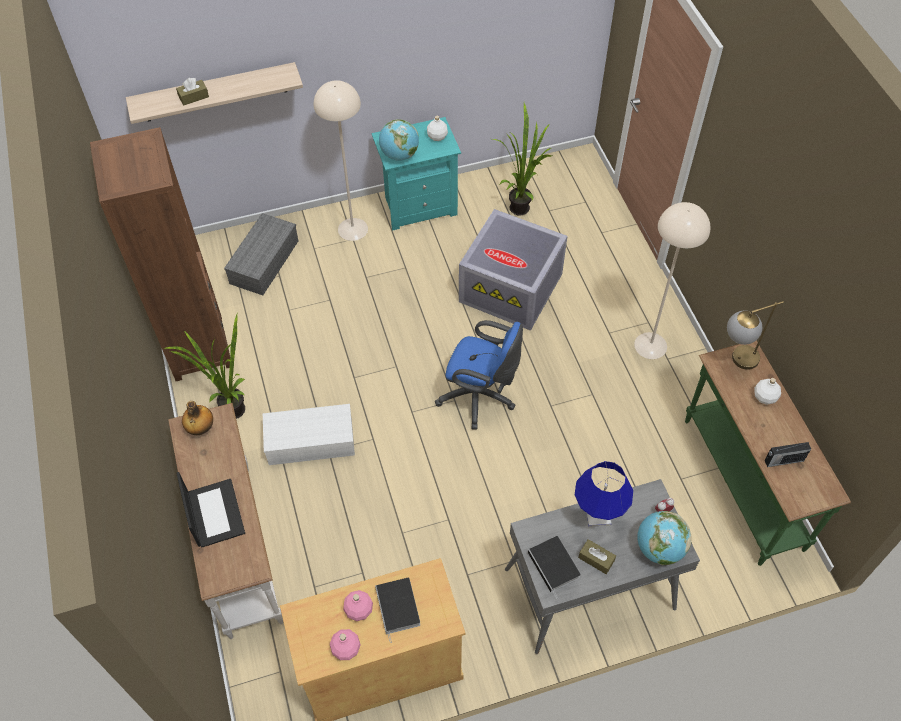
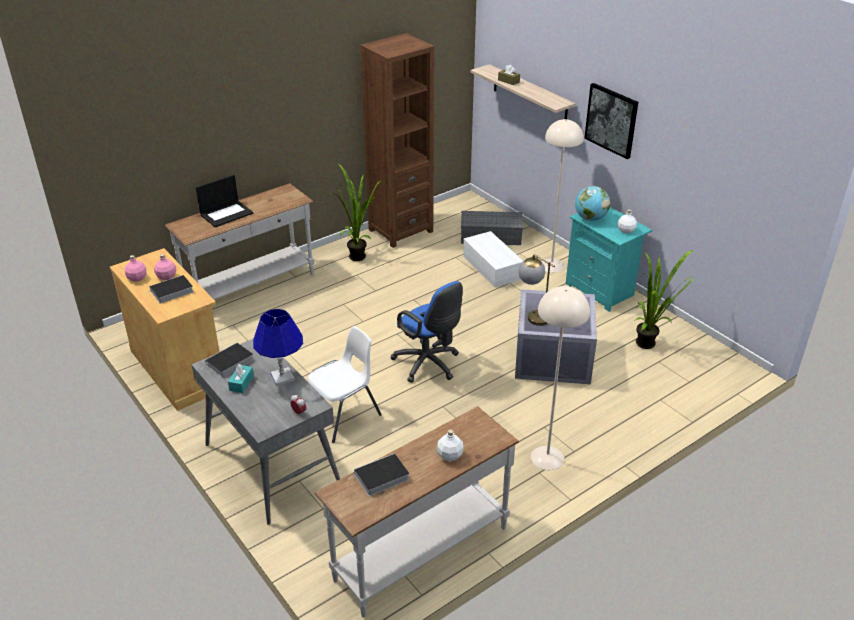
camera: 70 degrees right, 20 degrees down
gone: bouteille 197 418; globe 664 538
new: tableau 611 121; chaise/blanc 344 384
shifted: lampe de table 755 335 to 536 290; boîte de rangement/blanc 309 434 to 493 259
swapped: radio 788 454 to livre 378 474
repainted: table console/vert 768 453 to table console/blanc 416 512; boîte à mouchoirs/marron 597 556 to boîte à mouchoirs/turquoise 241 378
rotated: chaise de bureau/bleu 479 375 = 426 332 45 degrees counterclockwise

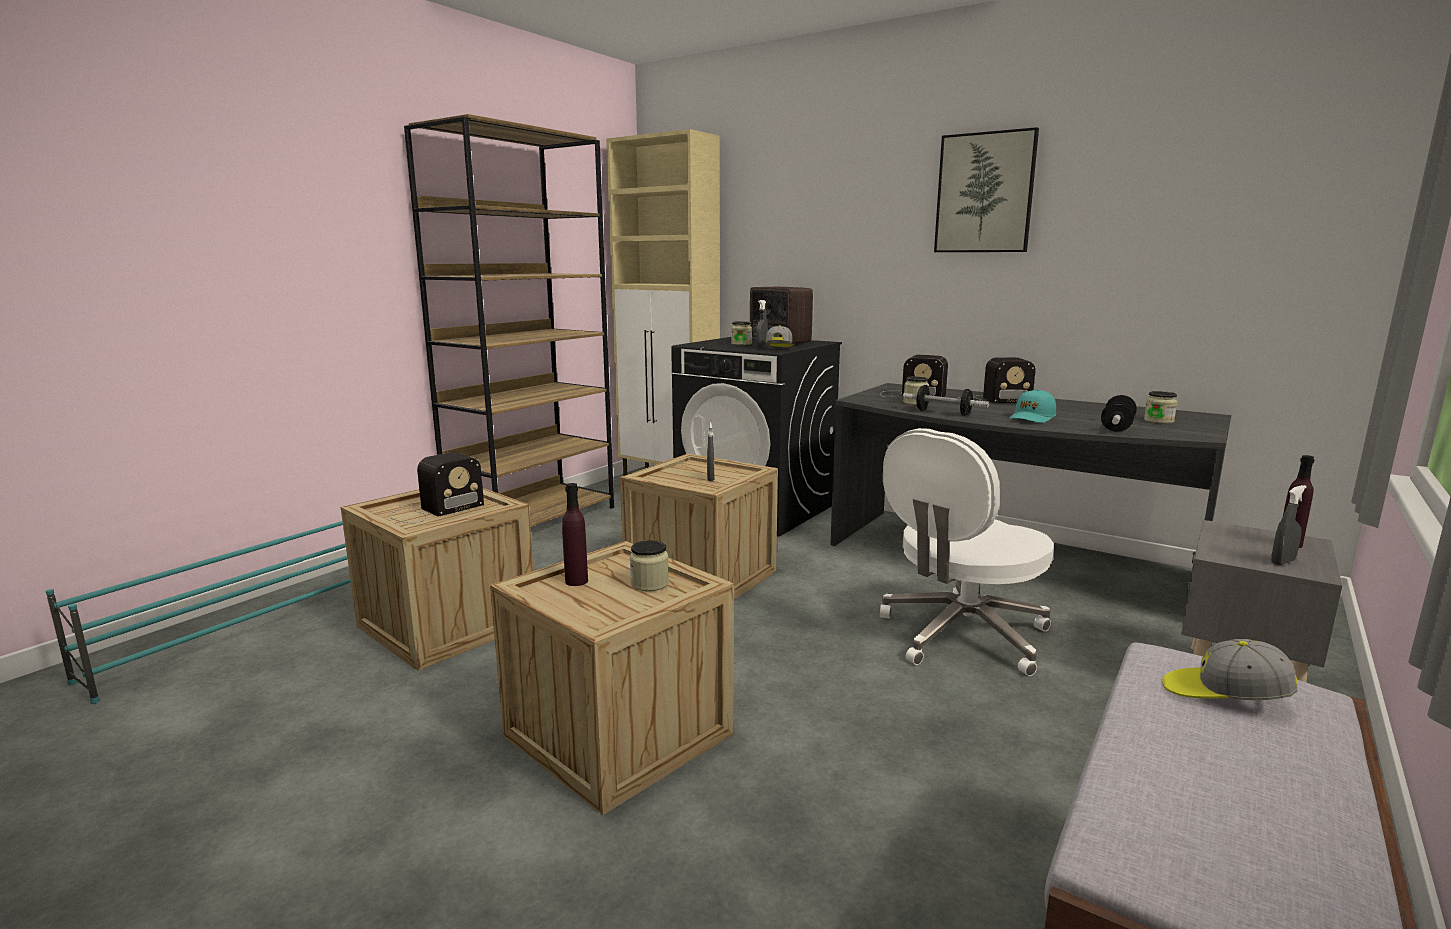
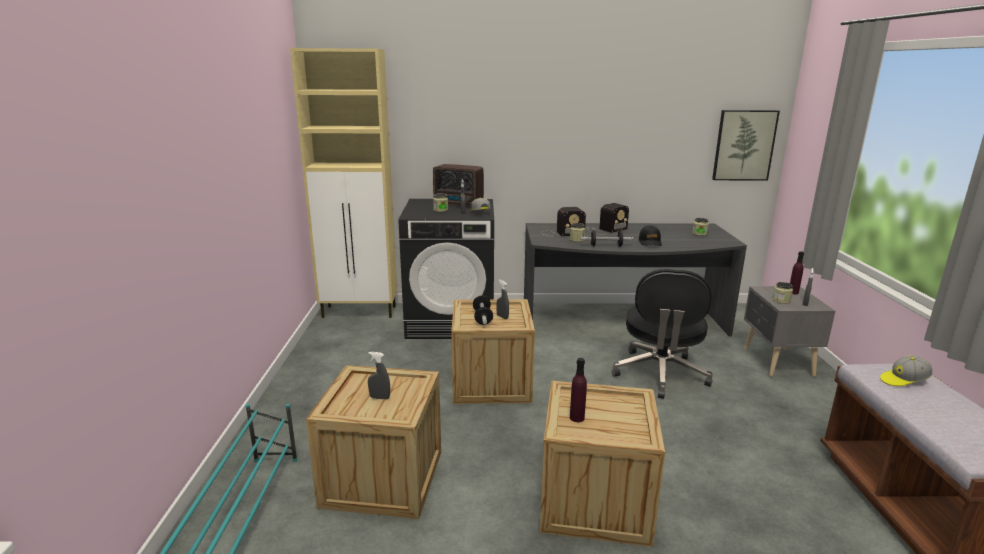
camera: 35 degrees left, 5 degrees up
gone: bibliothèque/marron 509 320
shifted: tableau 986 189 to 746 145; haltère 1119 413 to 483 310; bocal 649 565 to 783 293
swapped: radio 436 487 to vaporisateur/gris 379 376
repainted: casquette/turquoise 1032 406 to casquette/noir 650 236; chaise de bureau/blanc 967 552 to chaise de bureau/noir 662 334

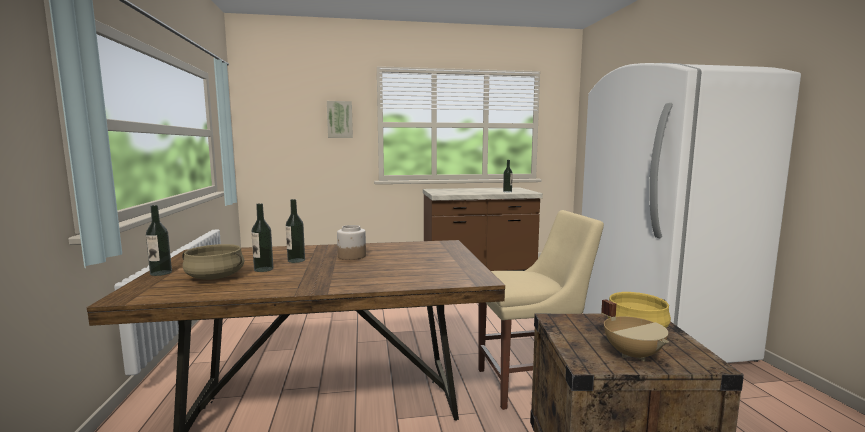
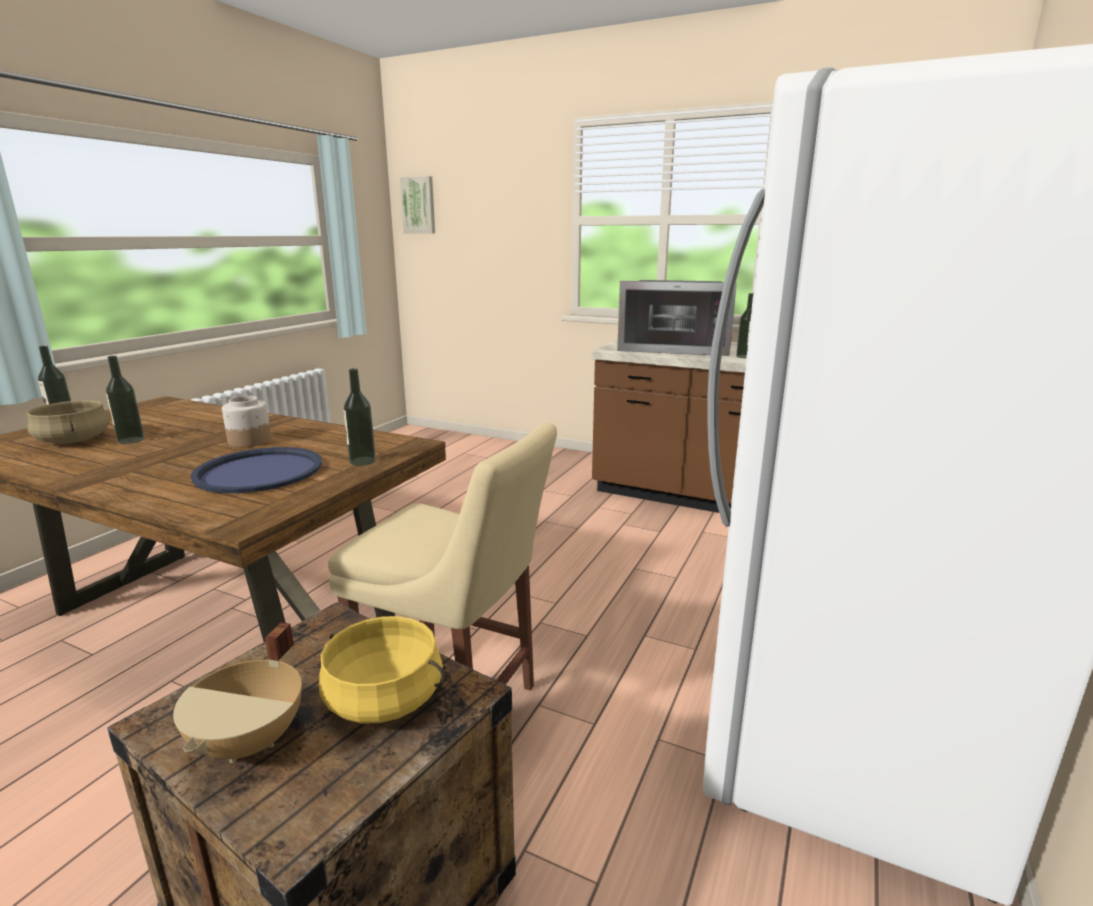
camera: 35 degrees right, 10 degrees up
new: micro-ondes 677 318; plateau/bleu 256 470
shifted: tableau 340 119 to 417 204; bouteille 295 231 to 359 417

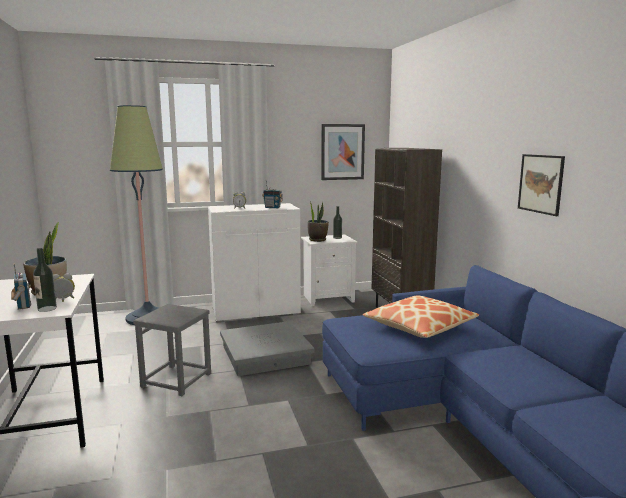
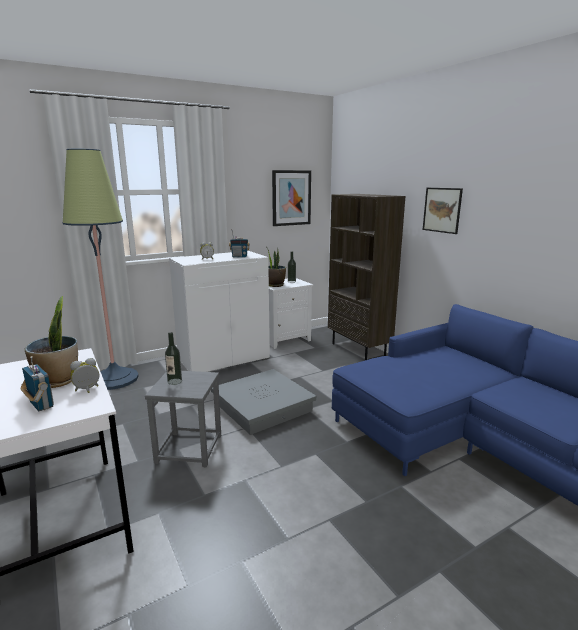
camera: 15 degrees left, 5 degrees up
gone: coussin 421 317
shifted: tableau 541 185 to 443 211; bouteille 45 280 to 173 358

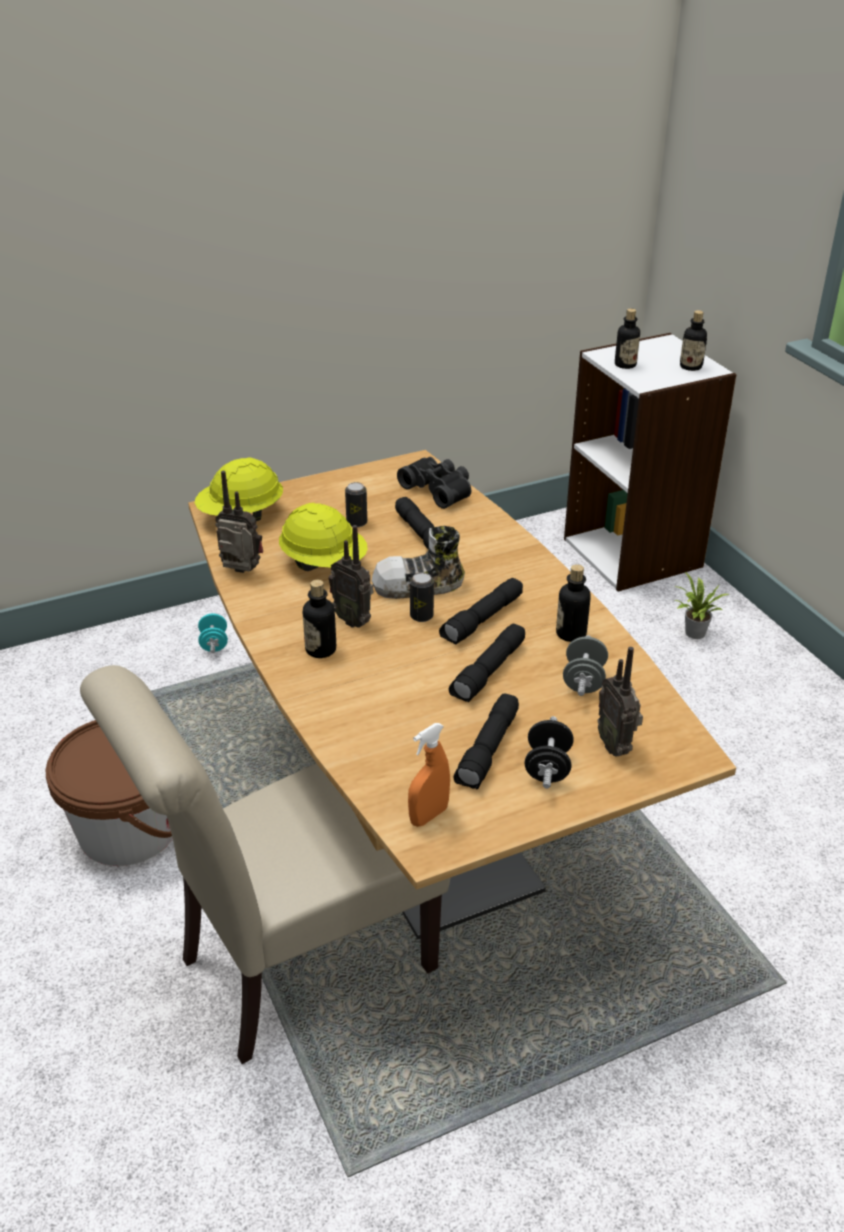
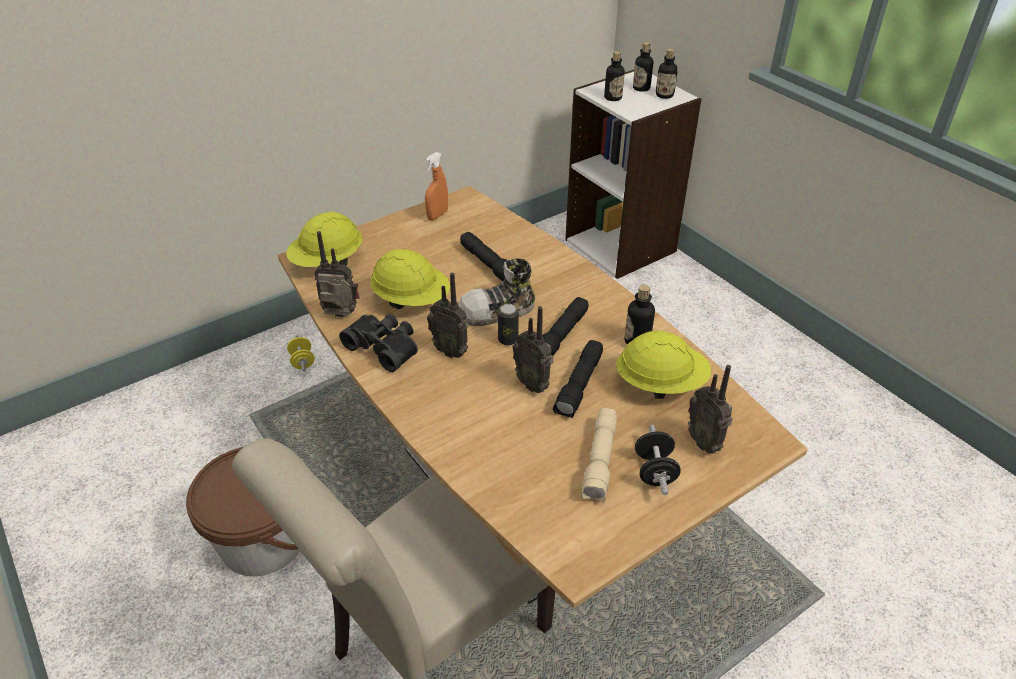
camera: 10 degrees left, 5 degrees up
gone: boîte métallique 356 504; plante en pot 701 605
new: radio 533 349
shifted: jumelles/noir 434 483 to 378 343; bouteille 319 619 to 643 67; vaporisateur/orange 429 775 to 436 186
swapped: haltère/gris 585 665 to casque de chantier/jaune 663 365
repainted: haltère/turquoise 213 633 to haltère/jaune 300 353; lampe de poche/noir 486 741 to lampe de poche/beige 599 455

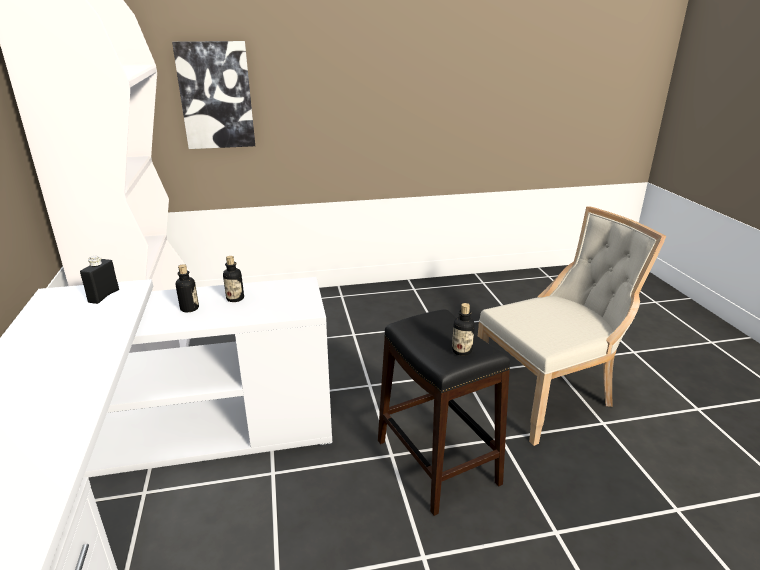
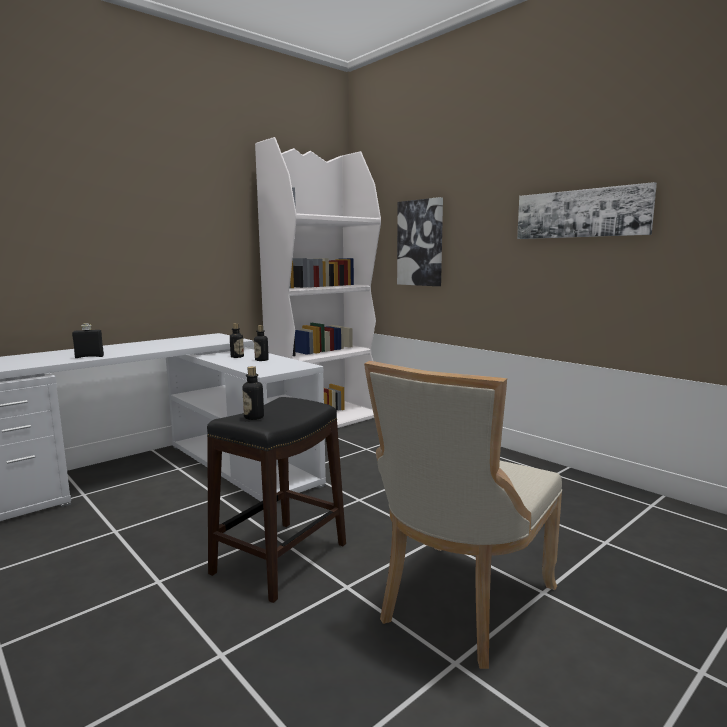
camera: 60 degrees right, 15 degrees down
new: tableau 587 210
shifted: bouteille/noir 99 280 to 88 340
rotated: chaise/beige 572 326 = 463 515 90 degrees clockwise

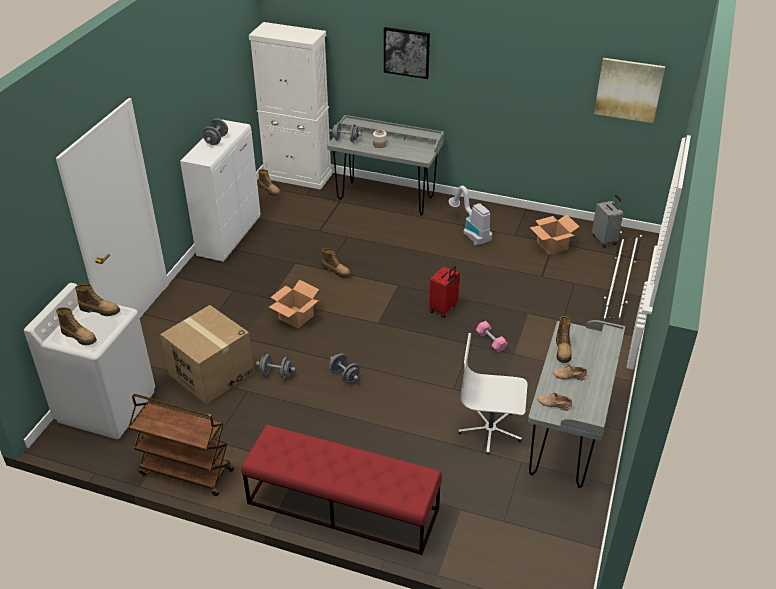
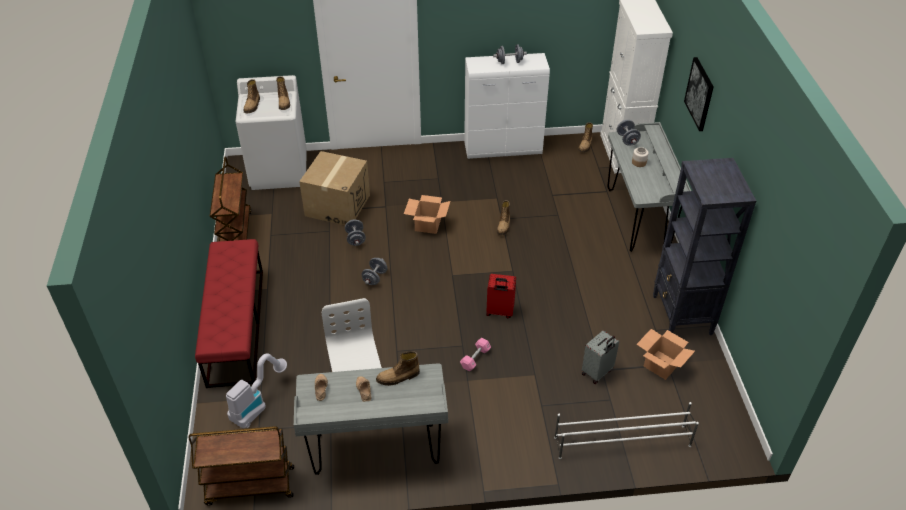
camera: 65 degrees right, 5 degrees up
gone: tableau 629 90
new: bibliothèque/noir 704 246; chariot/marron 241 466
shifted: aspirateur 470 215 to 256 390; valise/gris 607 221 to 600 357

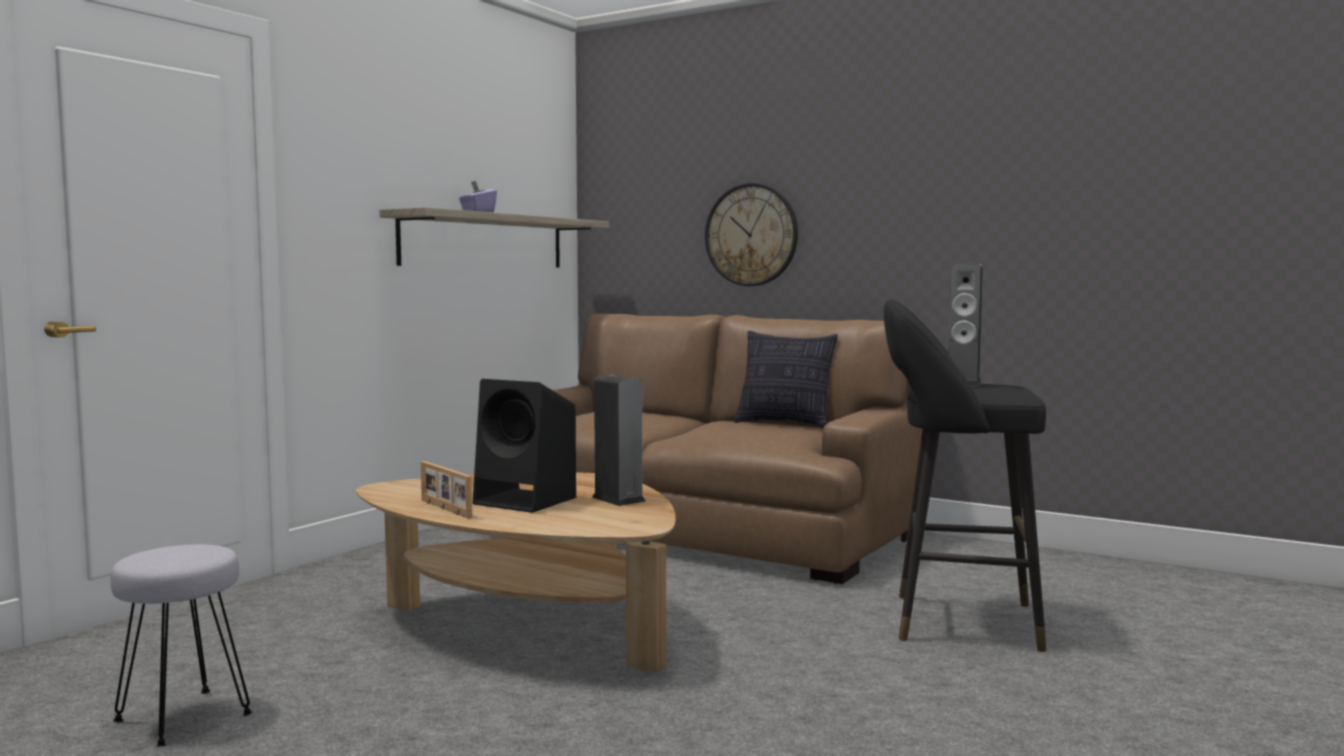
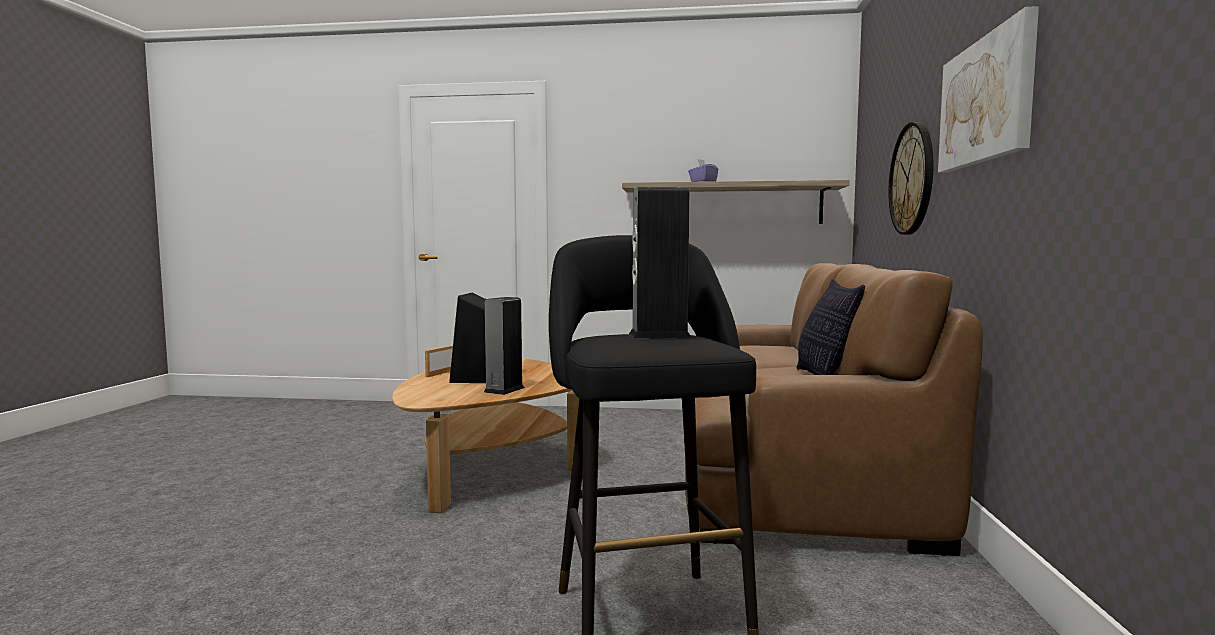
camera: 65 degrees right, 0 degrees up
gone: tabouret/gris 181 645
new: tableau 988 89

